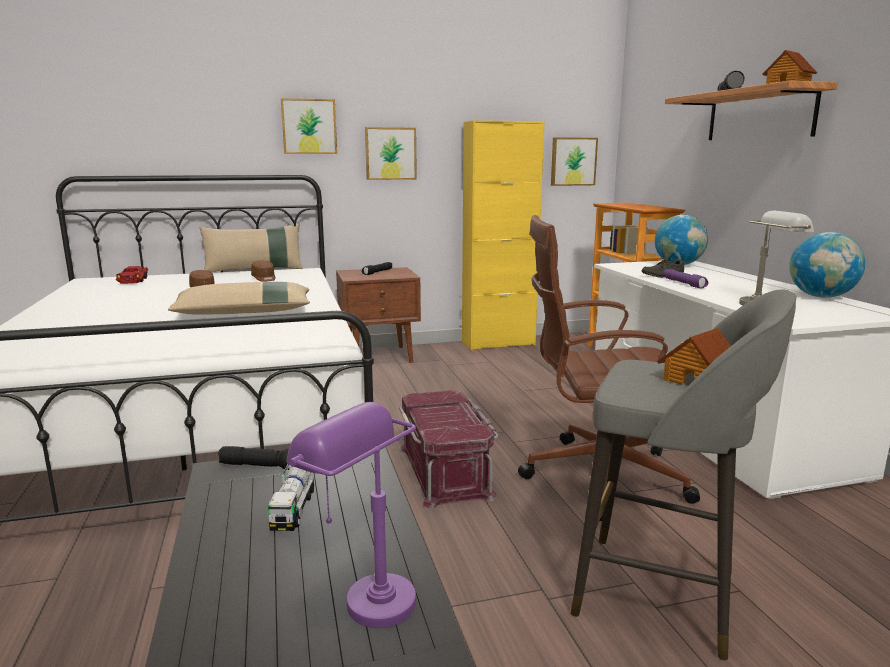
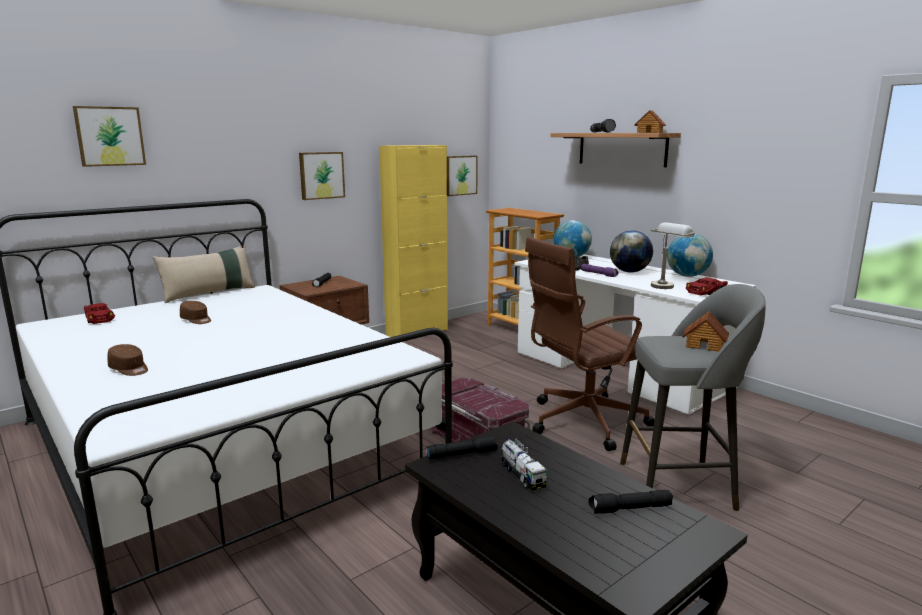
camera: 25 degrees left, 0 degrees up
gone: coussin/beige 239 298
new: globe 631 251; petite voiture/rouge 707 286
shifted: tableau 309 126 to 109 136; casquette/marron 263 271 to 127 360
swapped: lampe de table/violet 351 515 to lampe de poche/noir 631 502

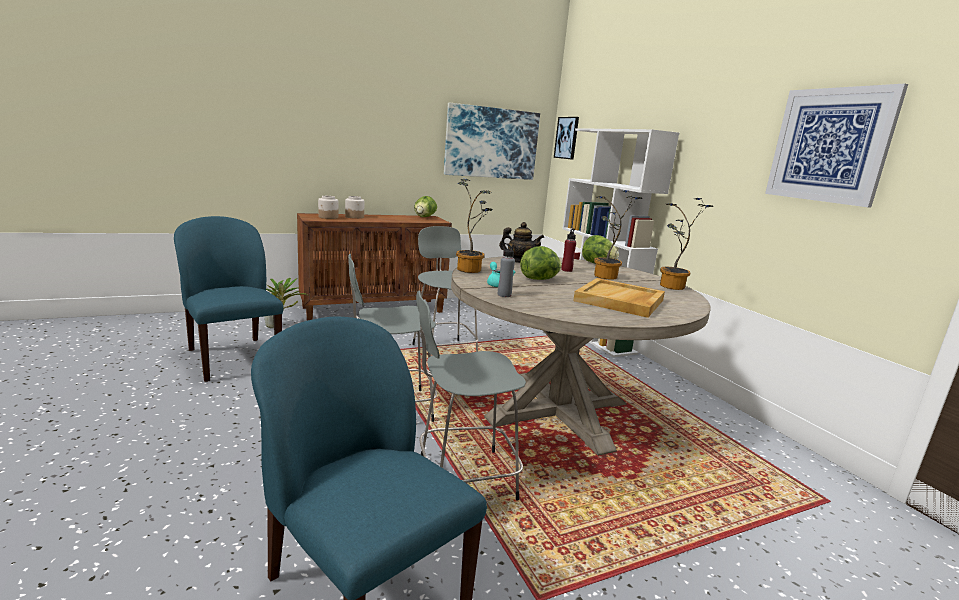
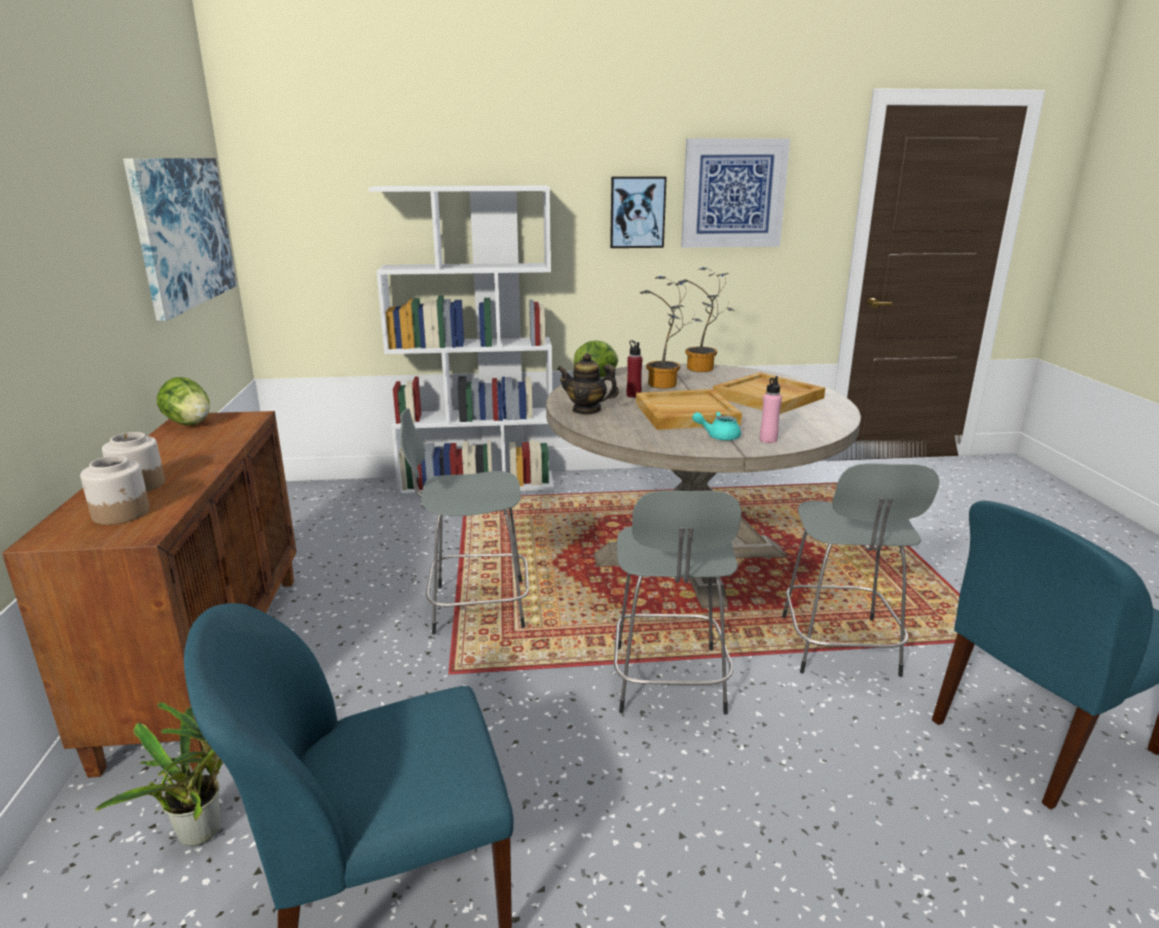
camera: 70 degrees left, 5 degrees up
gone: plante en pot 474 226
shifted: tableau 566 138 to 638 212
swapped: laitue 541 263 to plateau/beige 689 409
repainted: bouteille/gris 506 270 to bouteille/rose 771 409
rotated: théière 521 242 = 588 384 105 degrees counterclockwise

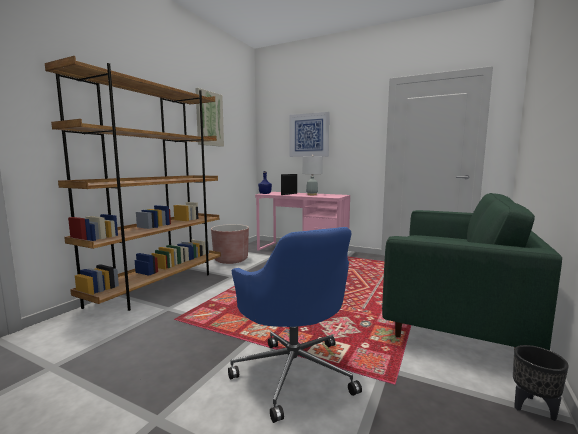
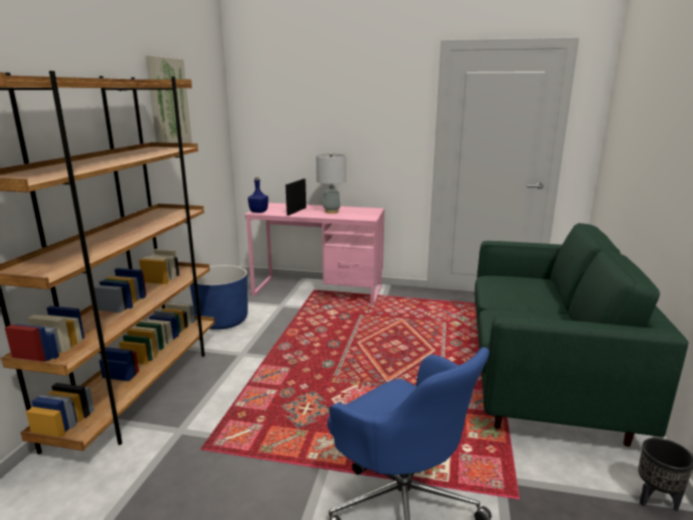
camera: 15 degrees left, 10 degrees up
gone: tableau 309 134
repainted: cache-pot/marron 230 244 to cache-pot/bleu 219 297

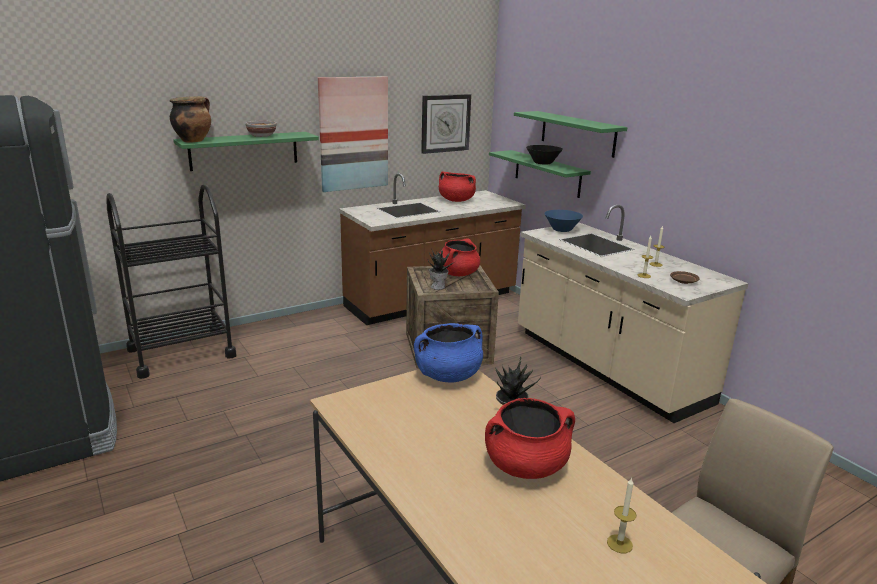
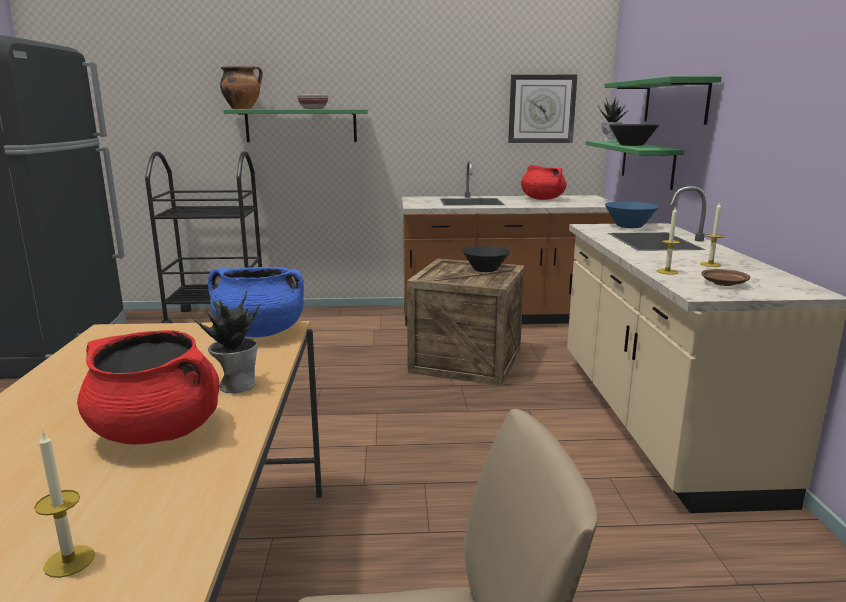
camera: 30 degrees right, 5 degrees down
gone: tableau 353 134
shifted: plante en pot 441 270 to 614 119
swapped: marmite/rouge 460 257 to bol/noir 486 259

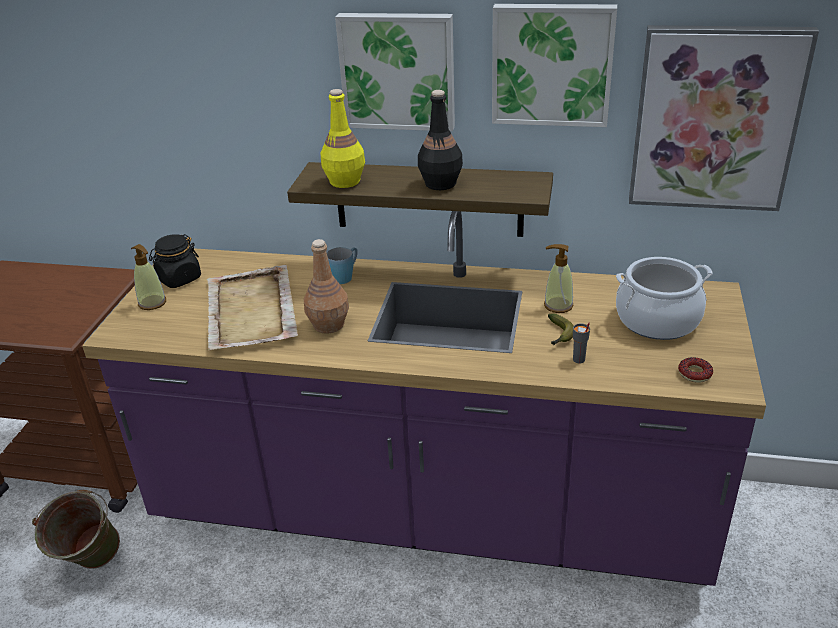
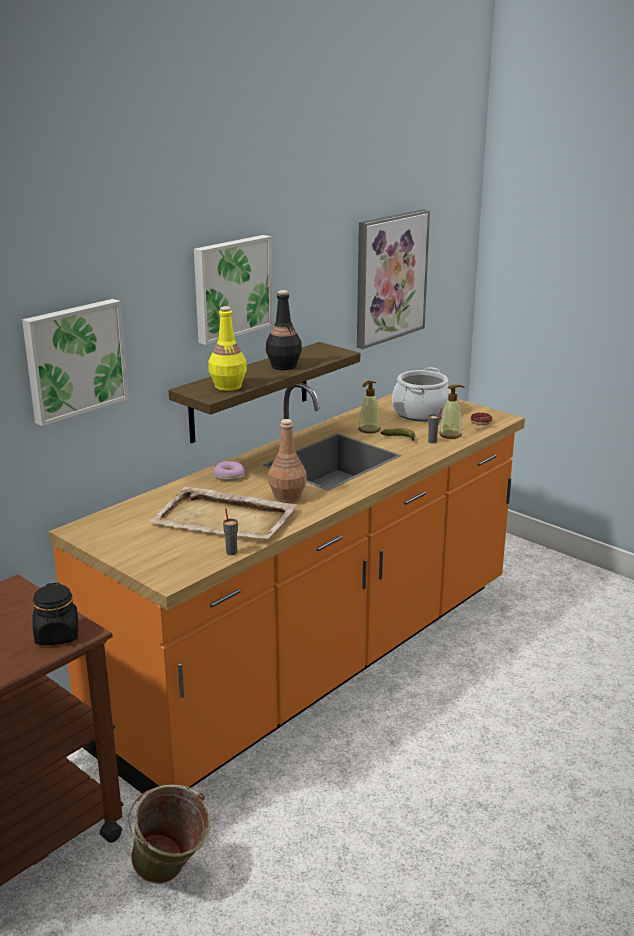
camera: 60 degrees left, 10 degrees down
new: tasse/gris 230 531
shifted: tableau 554 65 to 75 362; bocal/noir 175 261 to 55 614; distributeur de savon 148 277 to 452 412
swapped: mug/bleu 342 265 to beignet 229 471
repainted: comptoir de cuisine/violet 424 398 to comptoir de cuisine/orange 287 588

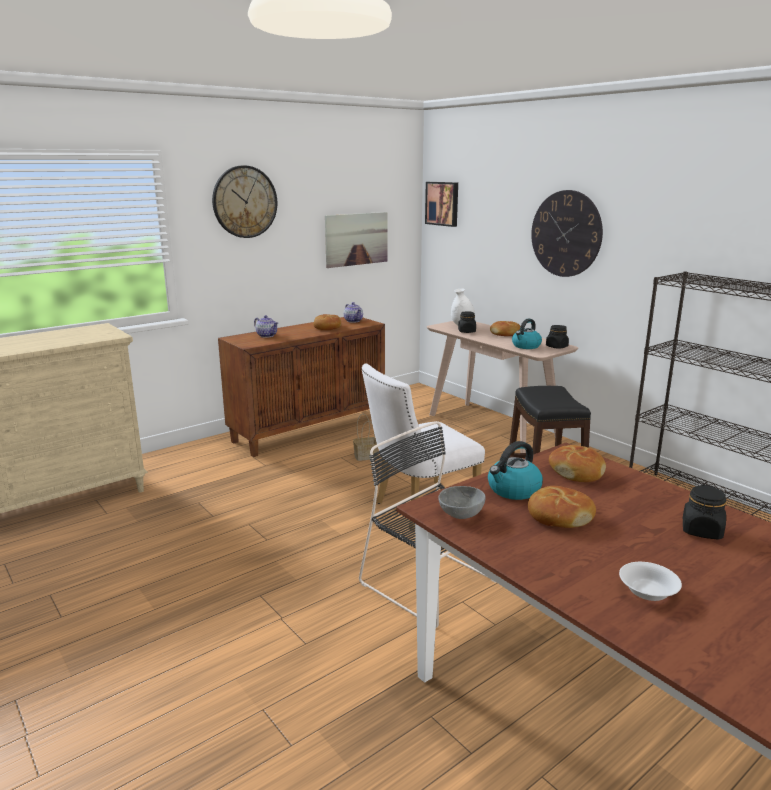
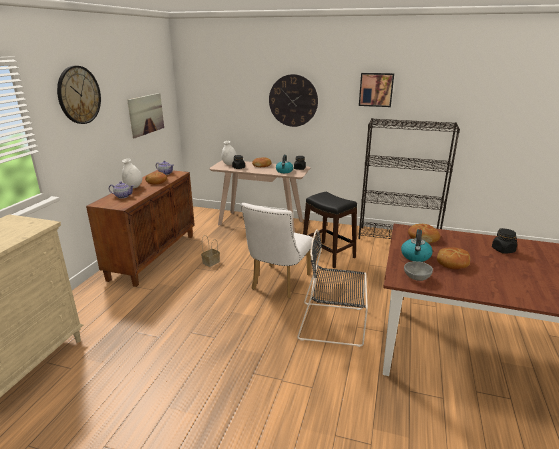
camera: 35 degrees left, 5 degrees up
gone: bol/blanc 650 581
new: vase/blanc 132 173
shifted: tableau 441 204 to 376 90

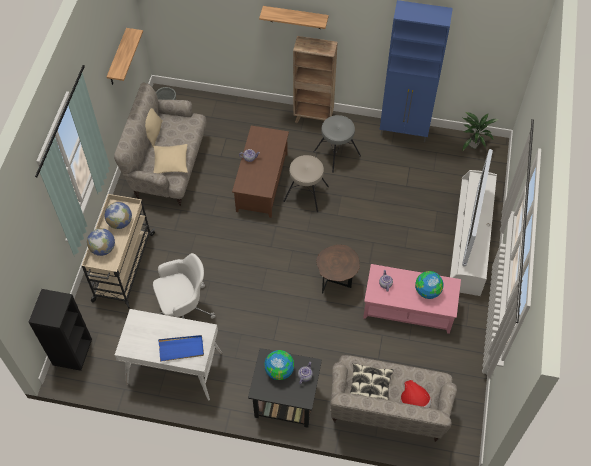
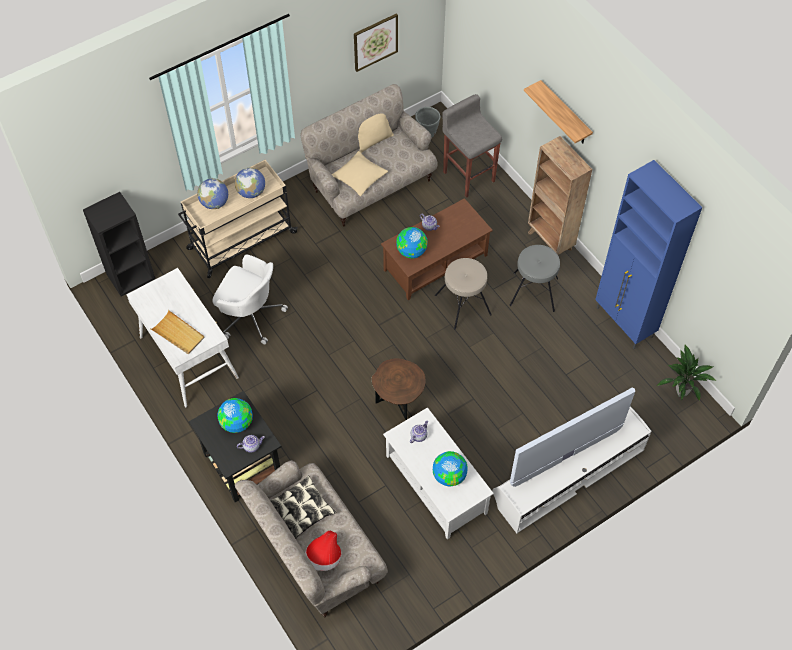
camera: 45 degrees right, 0 degrees up
new: tabouret/gris 472 146; globe 412 243
swapped: étagère 124 56 to tableau 376 42
repainted: table basse/rose 412 299 to table basse/blanc 438 473; plateau/bleu 181 348 to plateau/beige 178 332

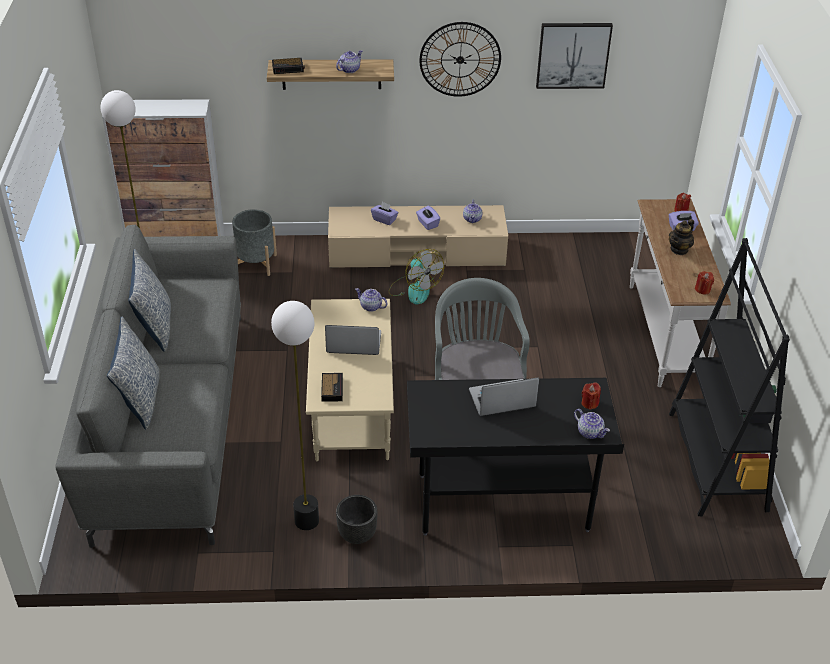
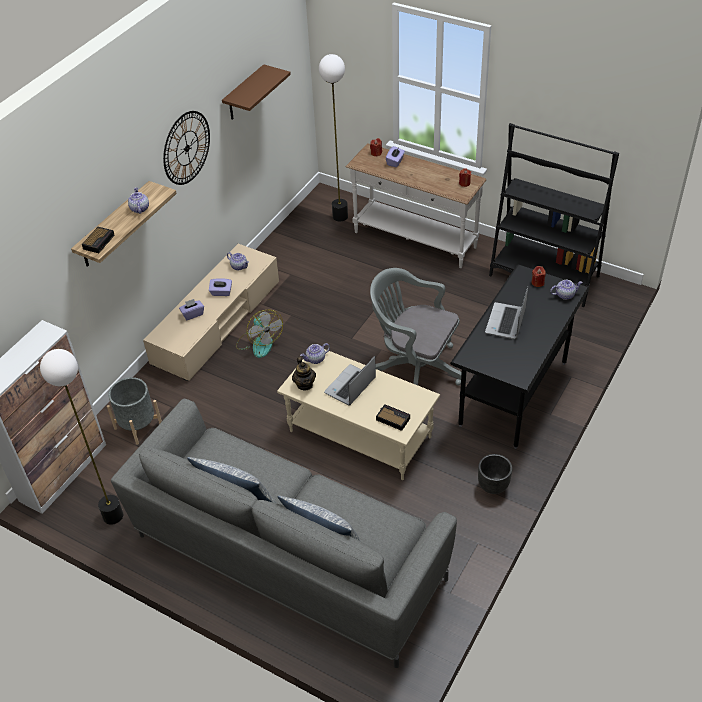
camera: 55 degrees left, 5 degrees up
shifted: théière 681 237 to 304 374; lampadaire 295 415 to 333 137
swapped: tableau 574 56 to étagère/marron 256 92
rotated: ventilateur 416 276 = 259 334 60 degrees clockwise

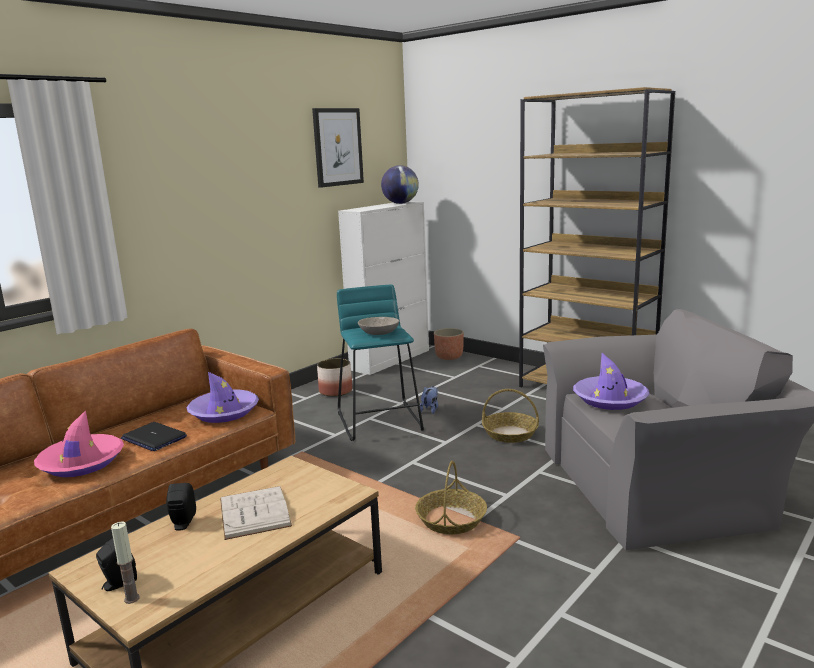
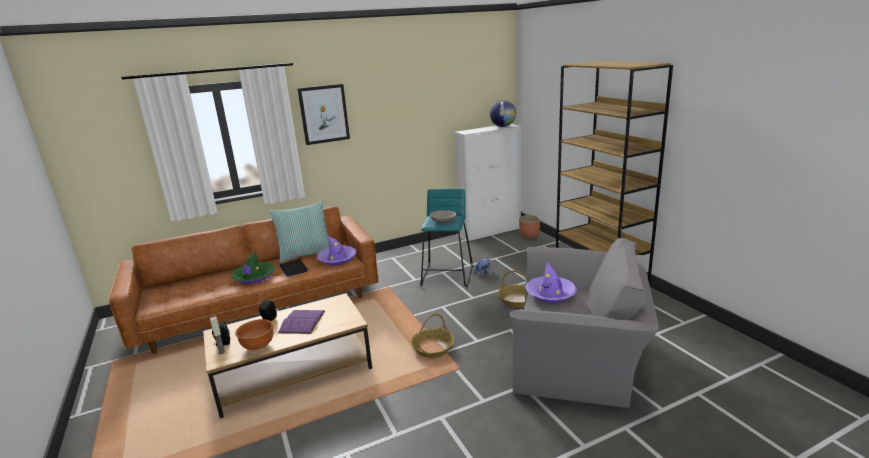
camera: 25 degrees right, 5 degrees up
gone: cache-pot 334 377
new: coussin 299 232; bol/marron 254 334
shifted: tableau 338 148 to 323 114
repainted: chapeau/rose 79 443 to chapeau/vert 253 267; livre/blanc 256 513 to livre/violet 301 322

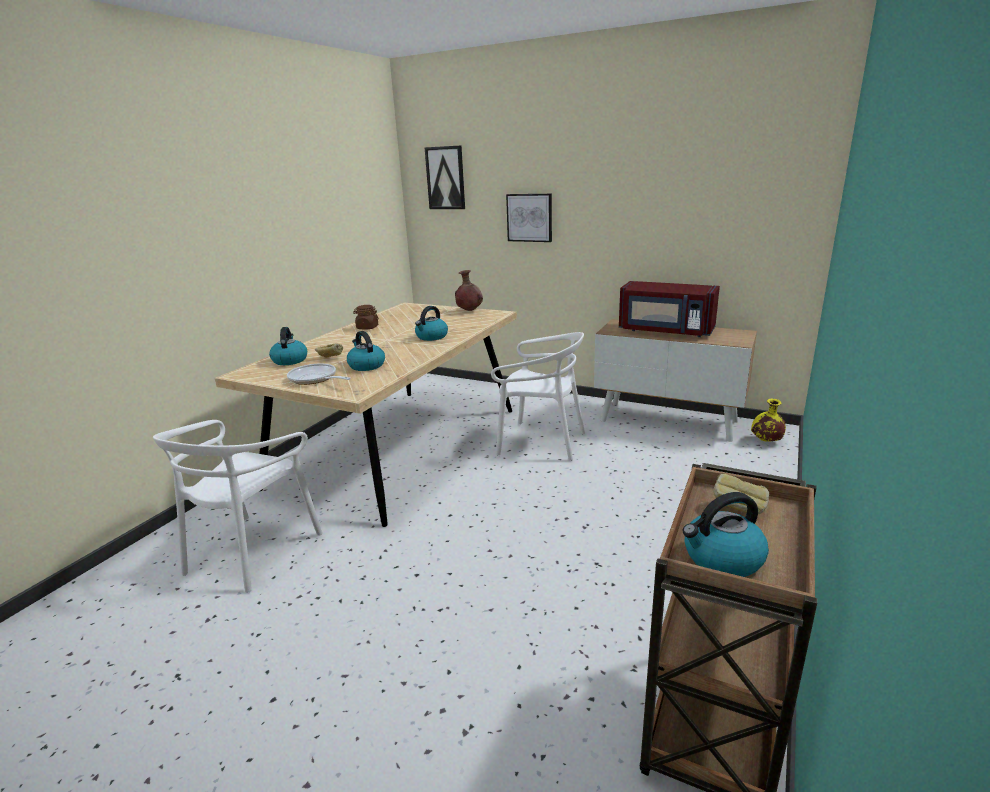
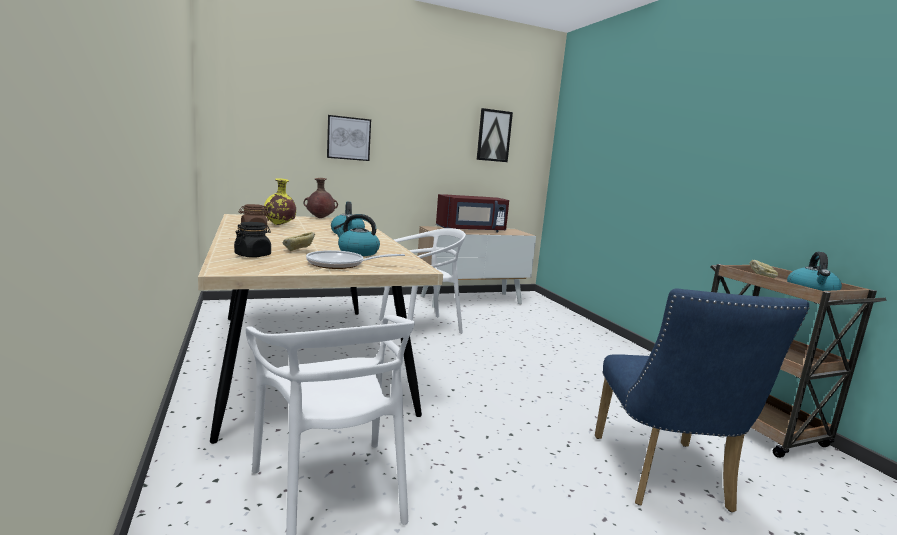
camera: 50 degrees left, 10 degrees down
new: chaise/bleu 702 400
shifted: tableau 444 177 to 495 135; vase/jaune 768 420 to 280 201
swapped: bouilloire 288 346 to bocal/noir 252 240

